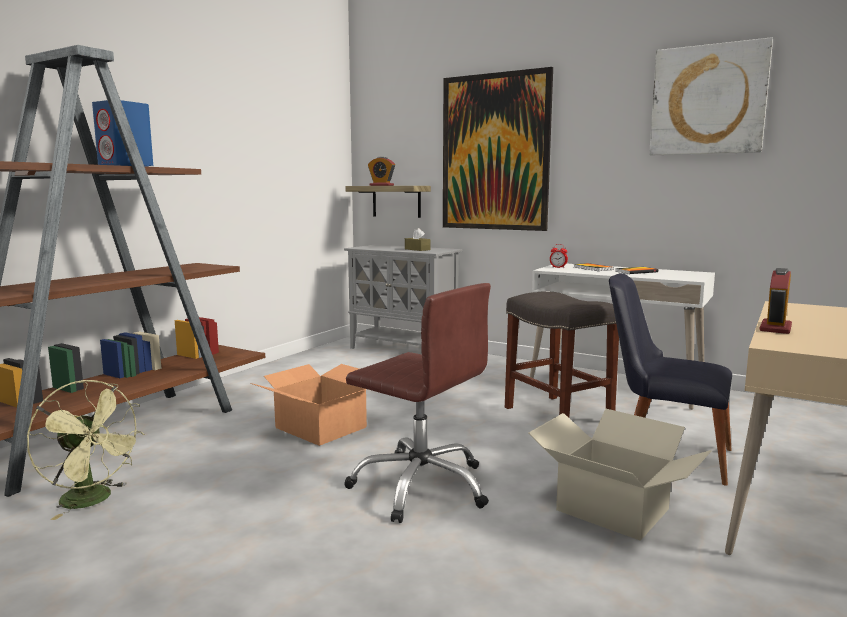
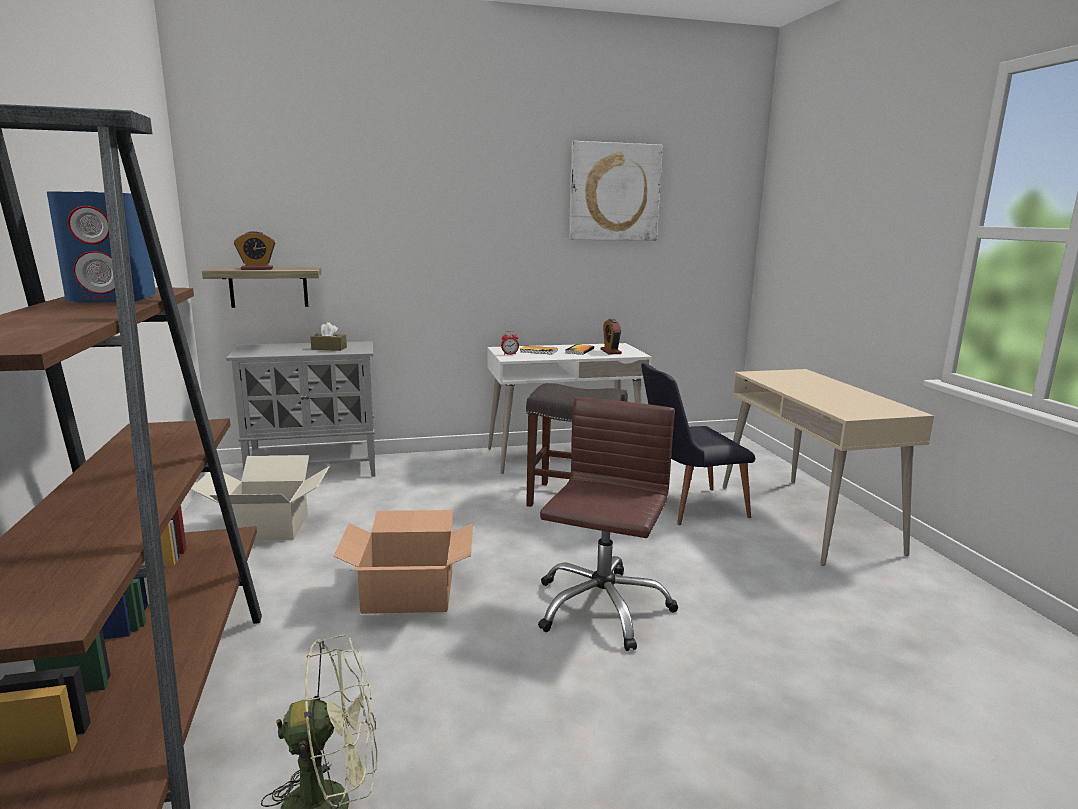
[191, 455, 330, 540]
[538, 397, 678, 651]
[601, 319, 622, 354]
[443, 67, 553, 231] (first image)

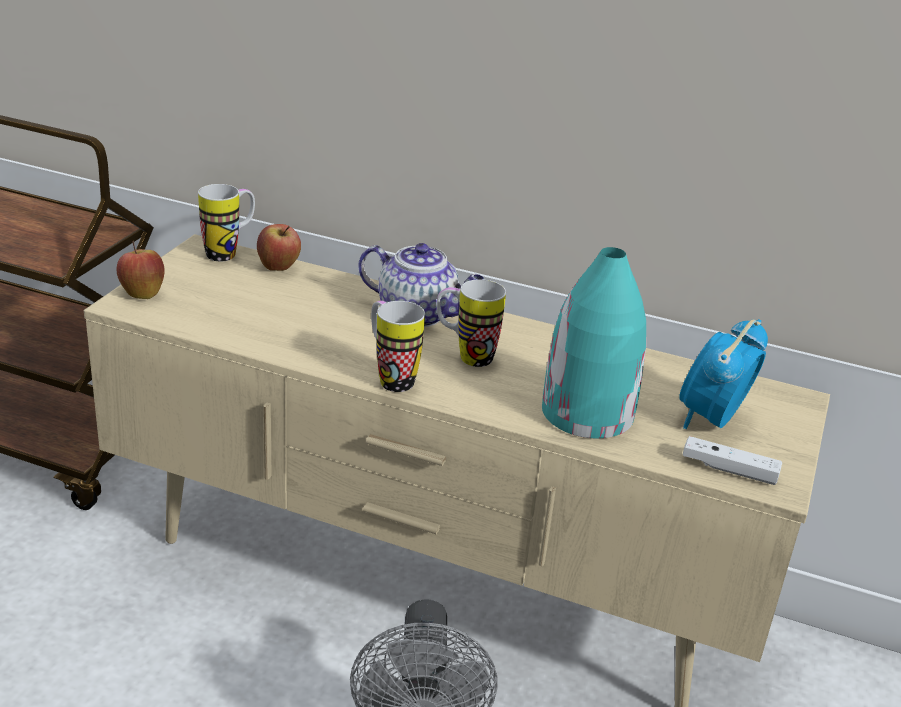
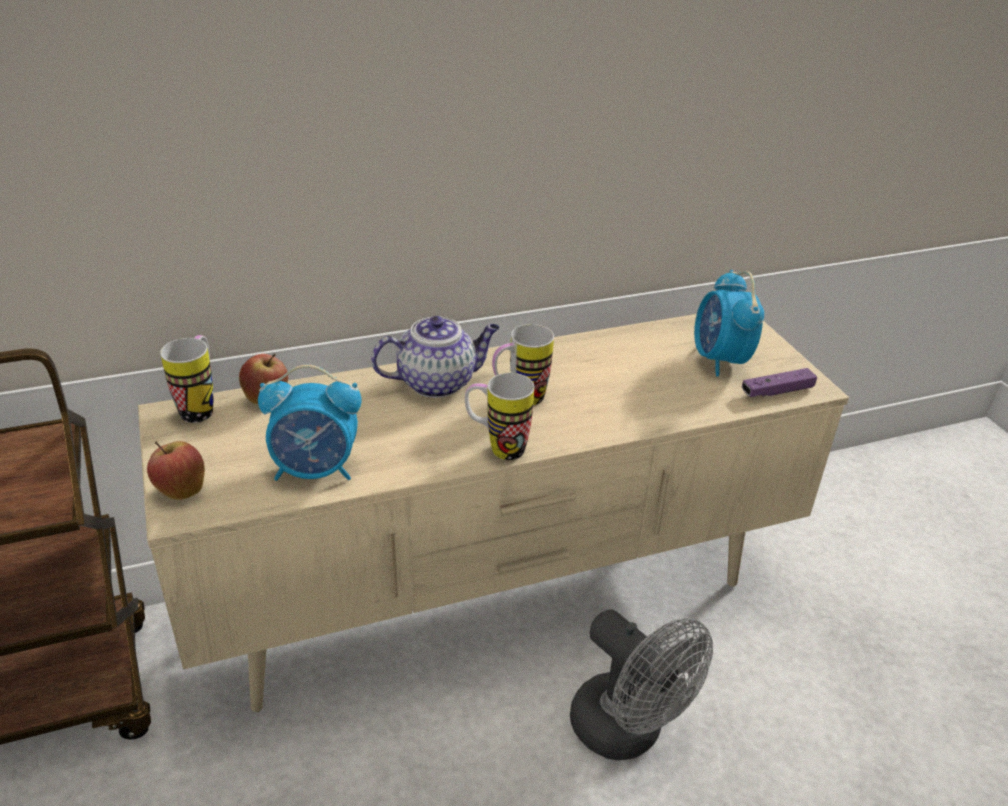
[258, 365, 361, 481]
[742, 368, 817, 397]
[542, 247, 646, 438] (first image)

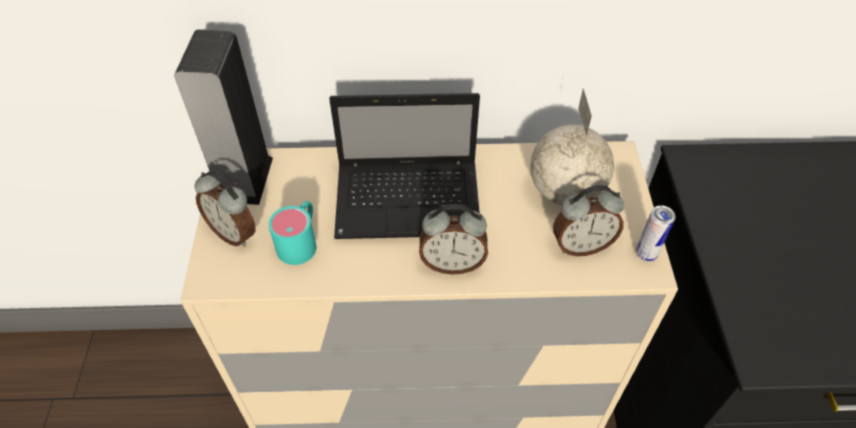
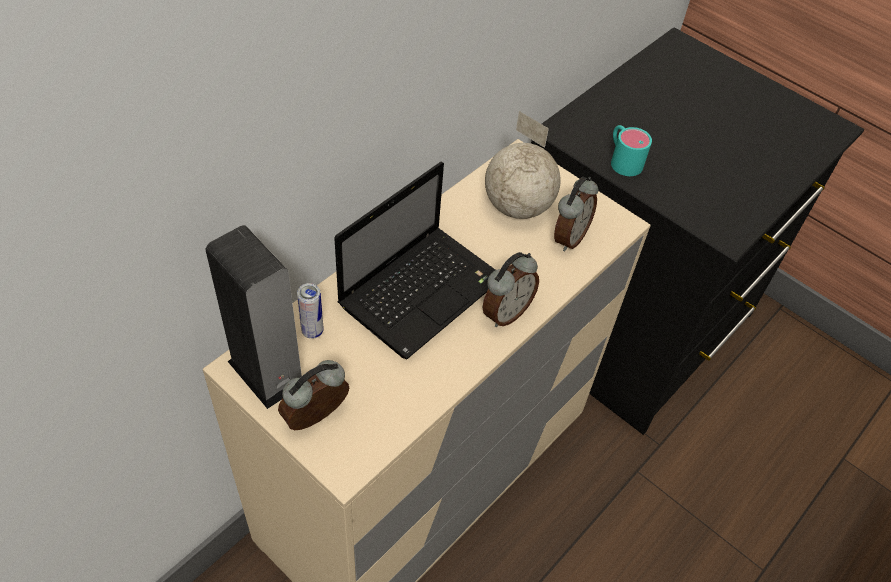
[278, 360, 349, 430]
[297, 283, 323, 339]
[611, 125, 652, 176]

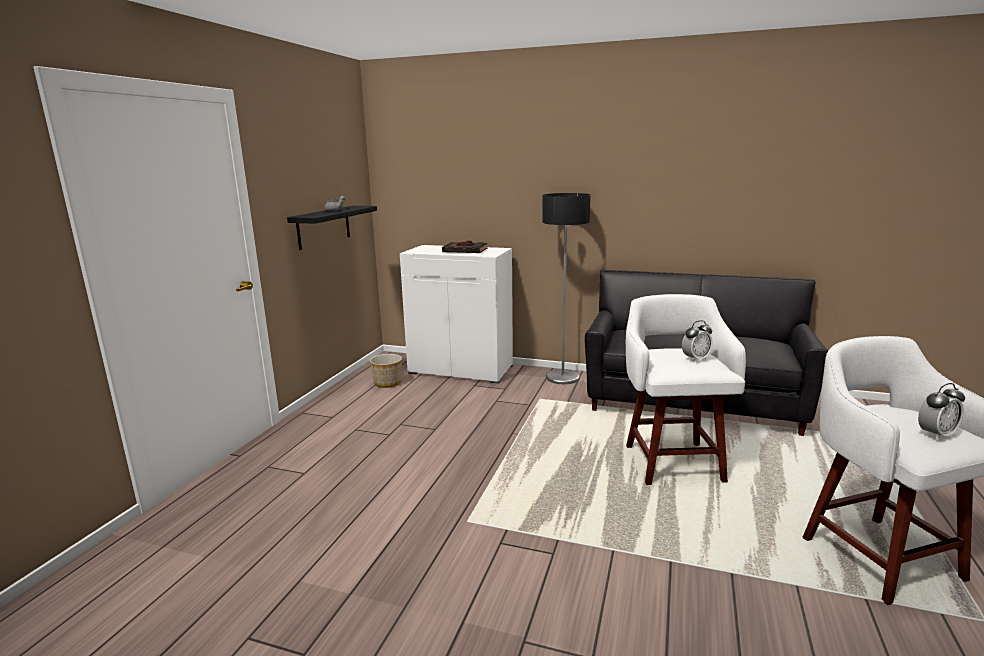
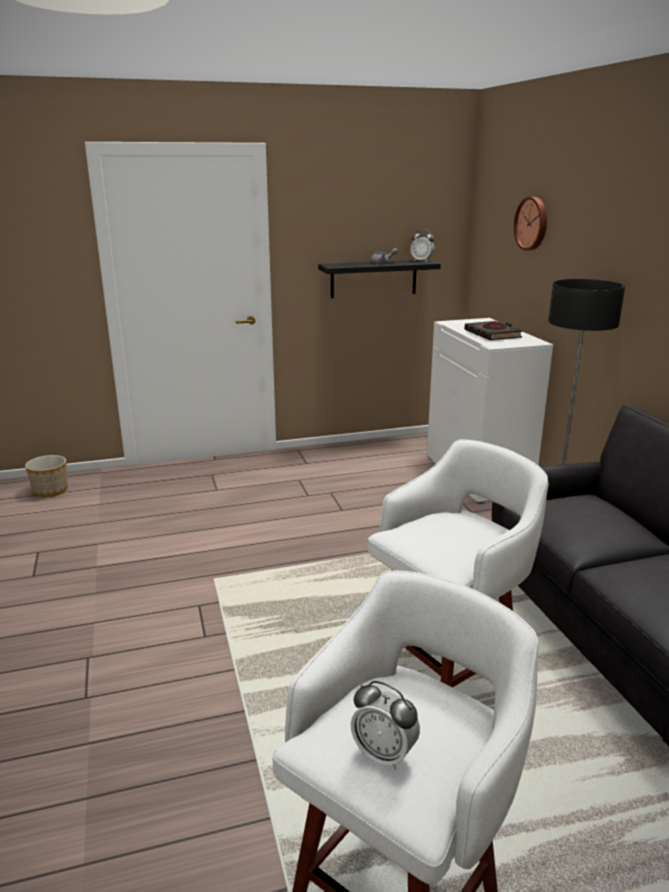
[25, 455, 68, 497]
[411, 229, 434, 262]
[514, 197, 547, 251]

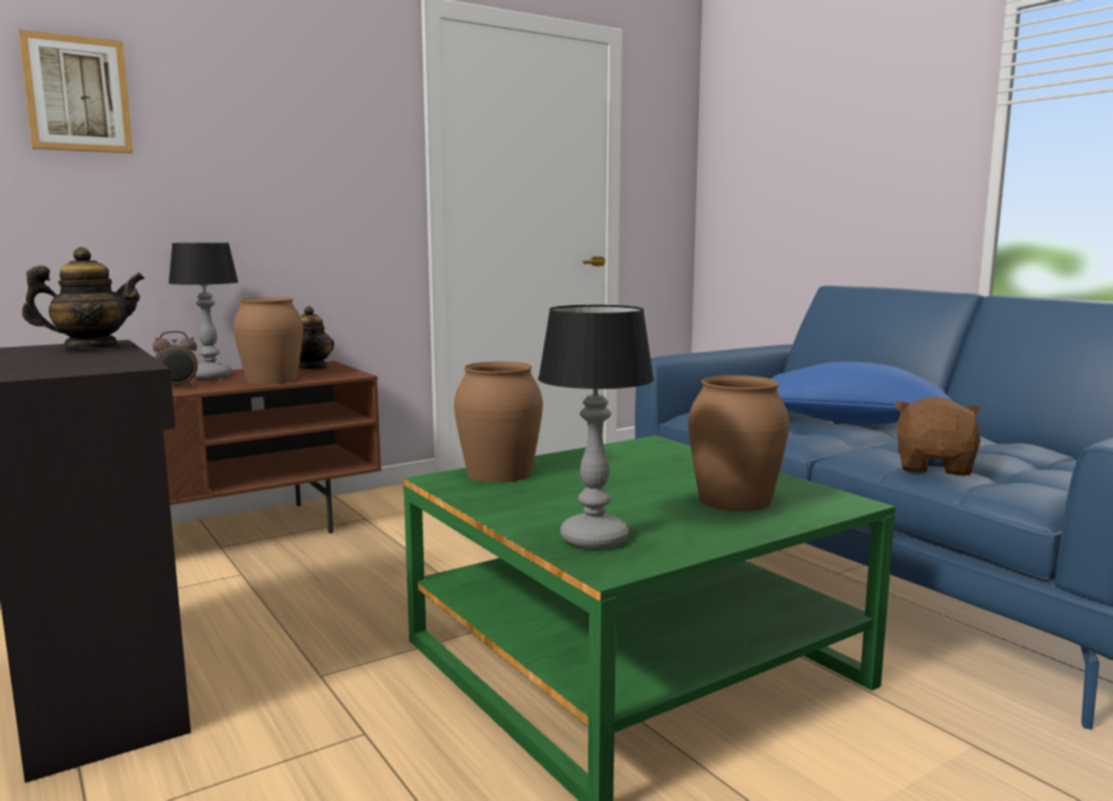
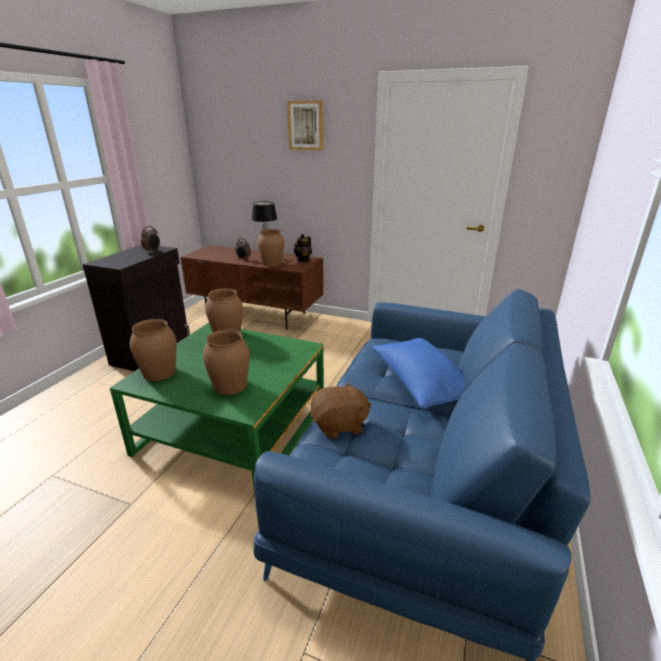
[130, 319, 176, 381]
[141, 226, 160, 253]
[287, 100, 323, 150]

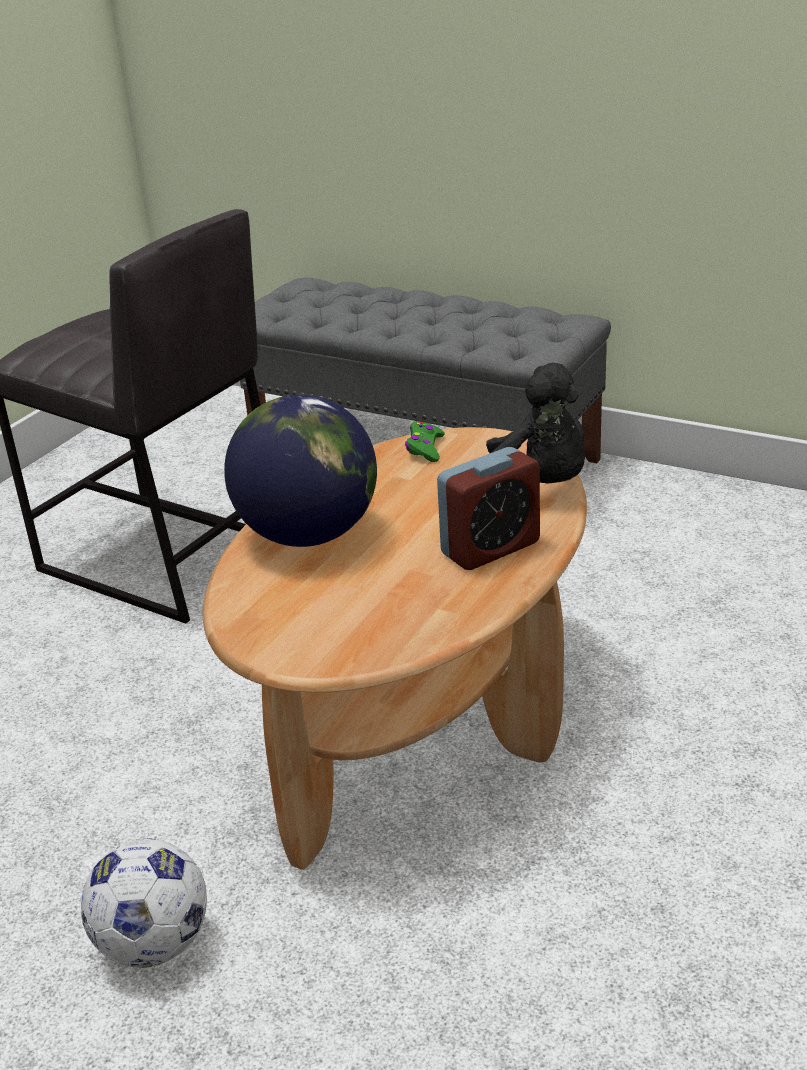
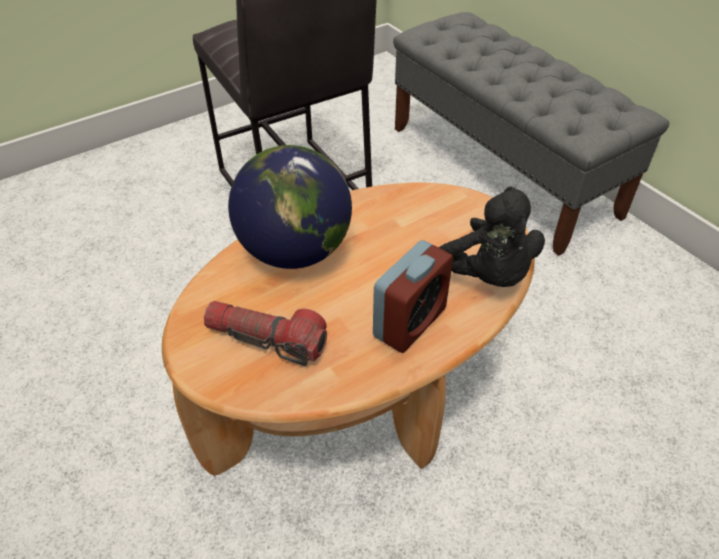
[204, 301, 327, 366]
[373, 240, 453, 353]
[81, 839, 207, 968] (first image)
[405, 421, 445, 462] (first image)

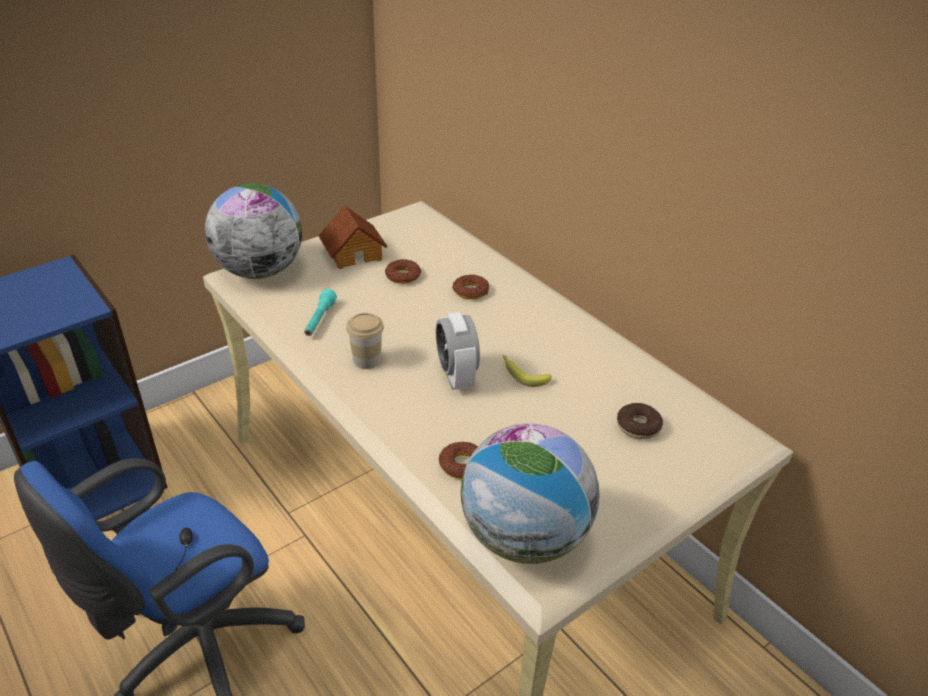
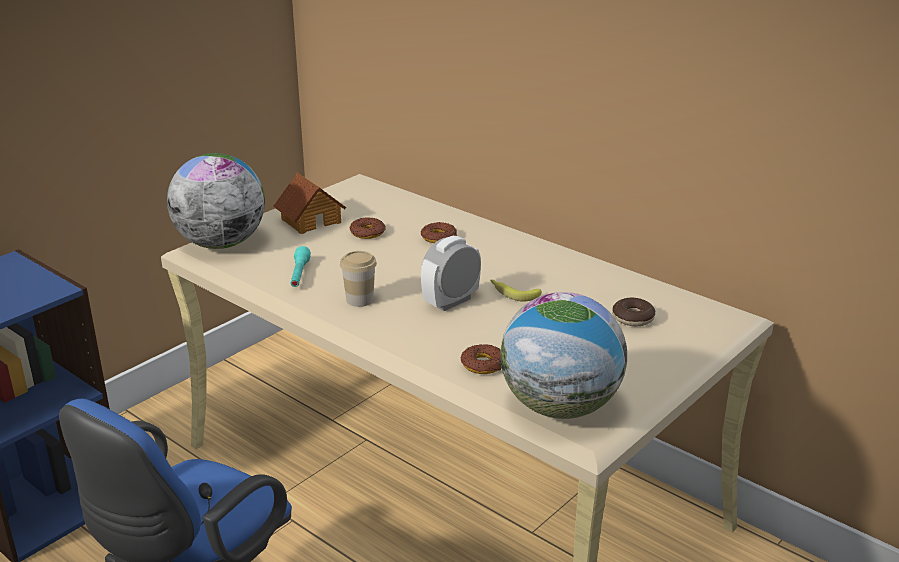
[421, 236, 481, 311]

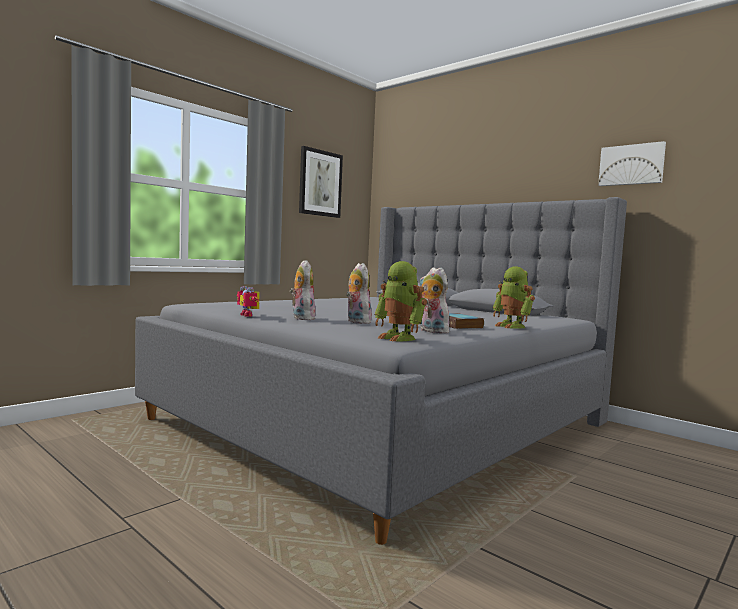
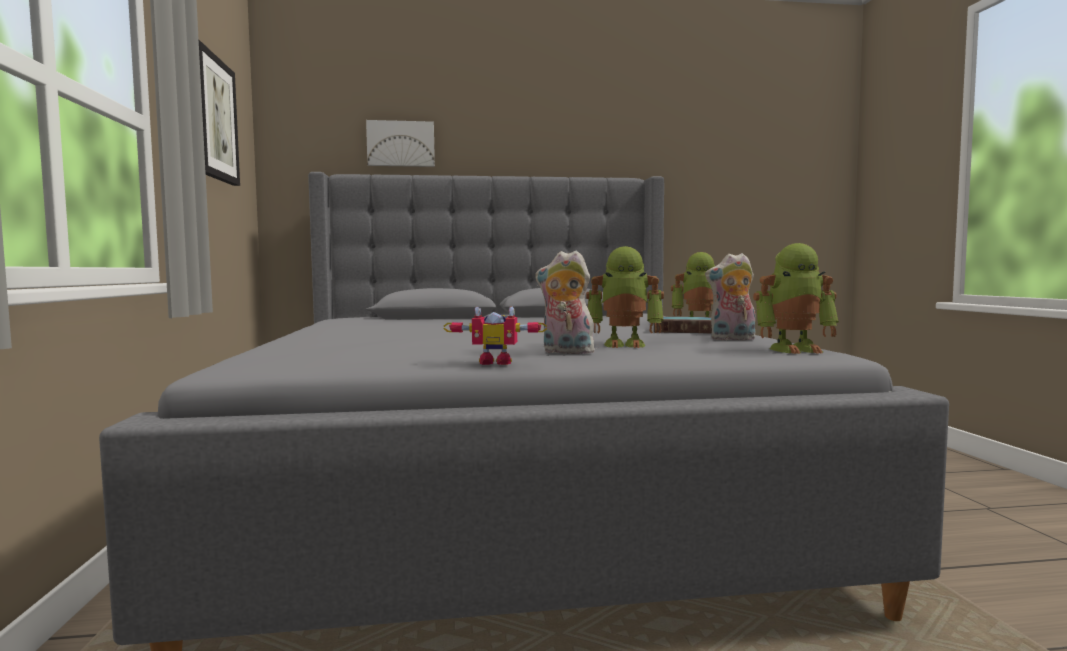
[366, 120, 435, 167]
[586, 246, 664, 348]

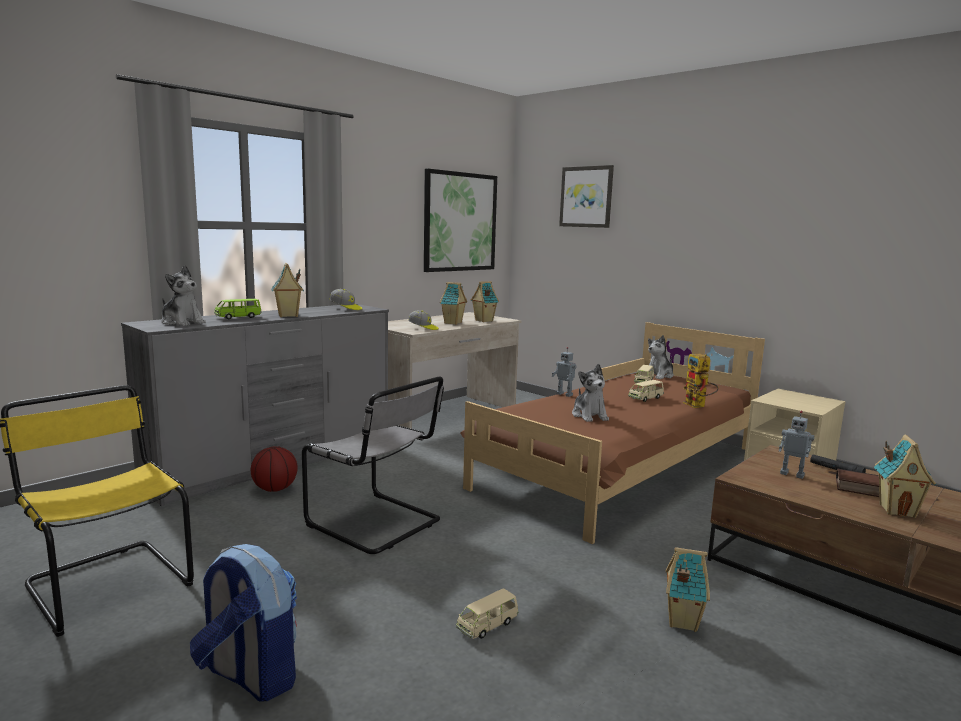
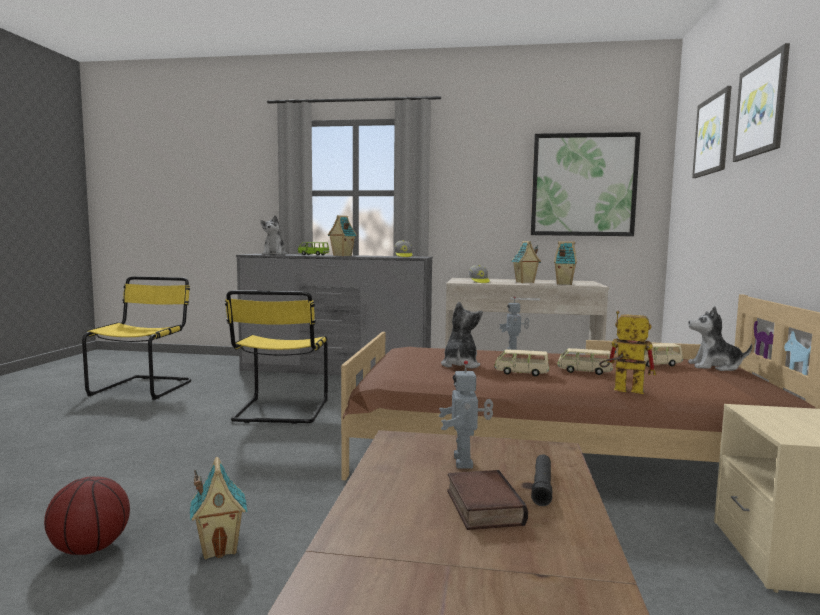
[44, 476, 130, 555]
[225, 290, 328, 424]
[441, 302, 483, 369]
[494, 350, 549, 376]
[599, 311, 656, 394]
[733, 43, 790, 162]
[190, 544, 297, 701] (first image)
[874, 434, 936, 518] (first image)

